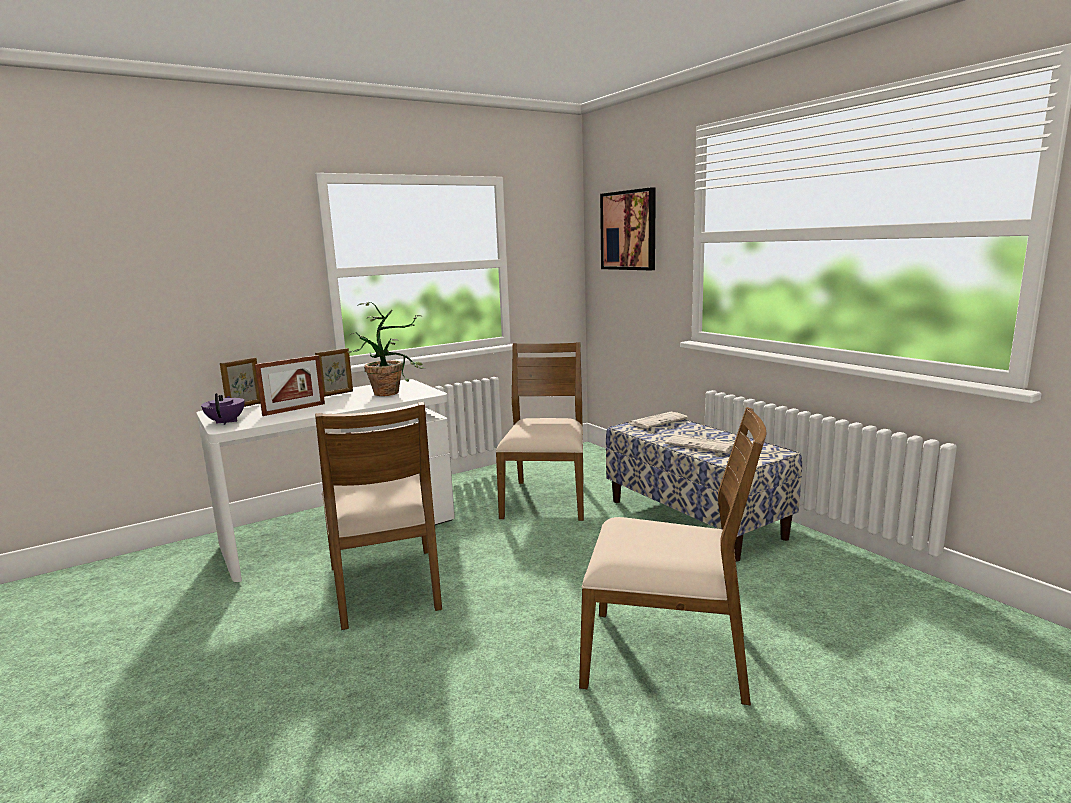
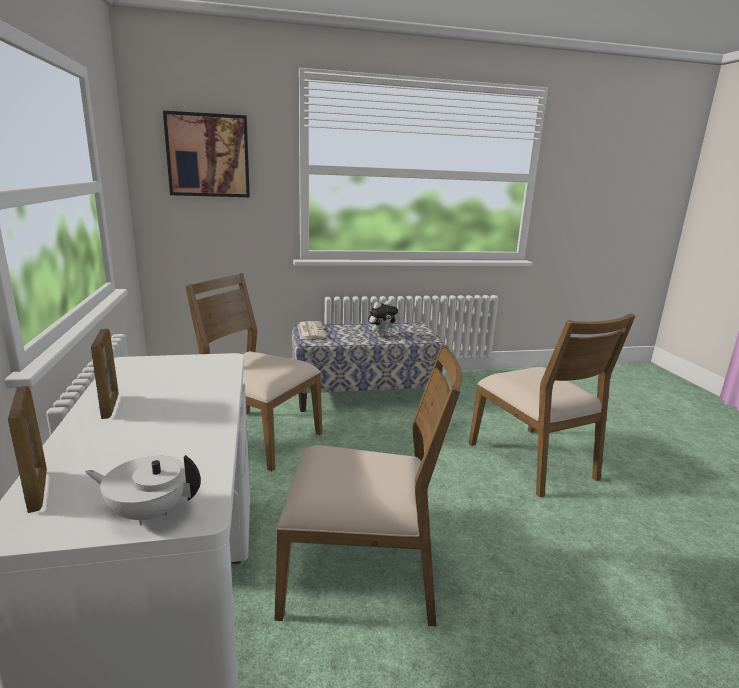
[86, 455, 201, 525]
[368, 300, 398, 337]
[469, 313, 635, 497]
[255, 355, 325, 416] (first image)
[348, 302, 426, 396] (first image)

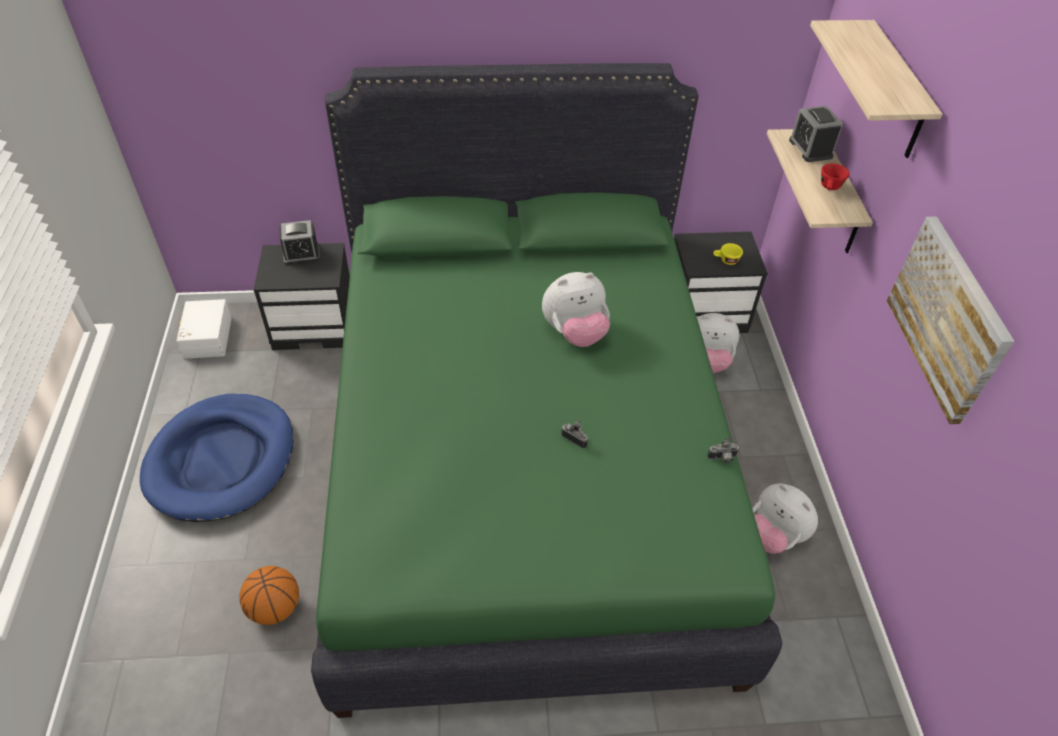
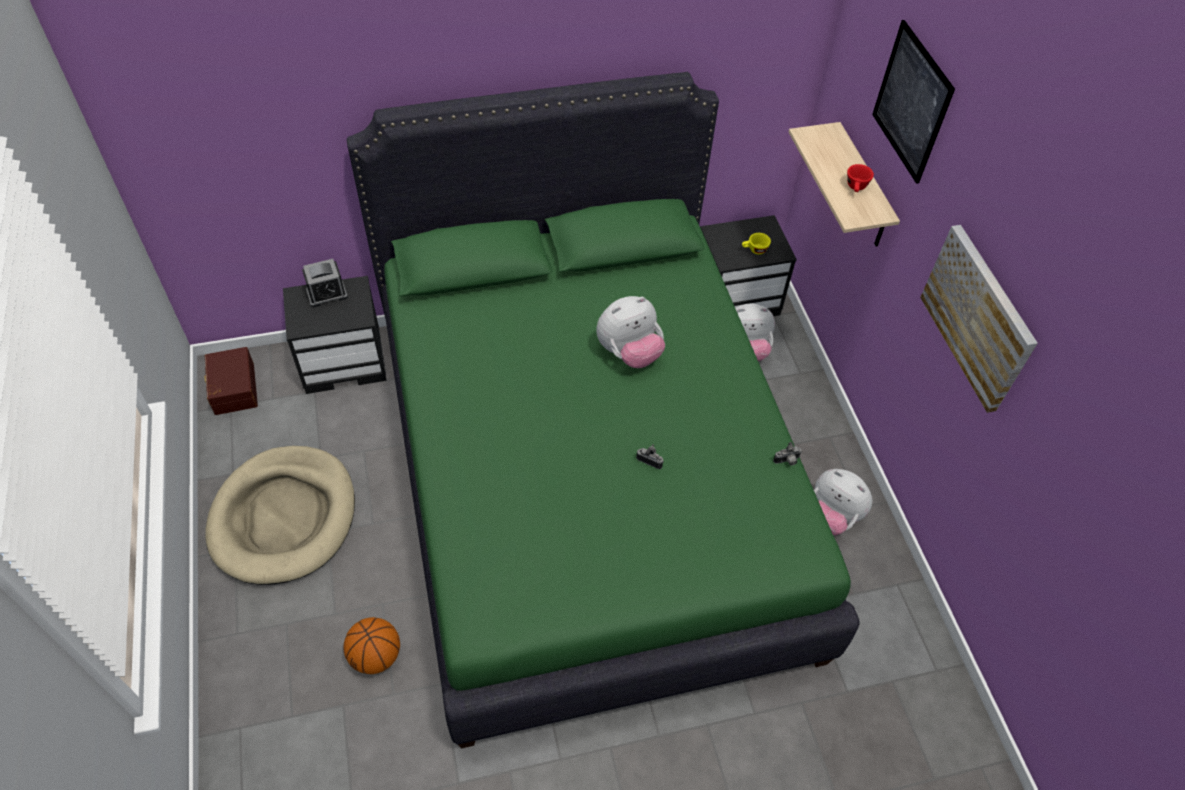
[204, 347, 258, 415]
[206, 446, 355, 585]
[872, 20, 955, 184]
[789, 105, 843, 162] (first image)

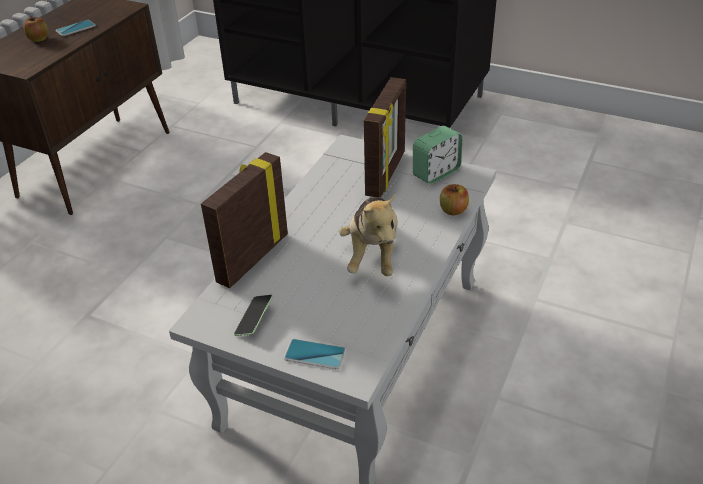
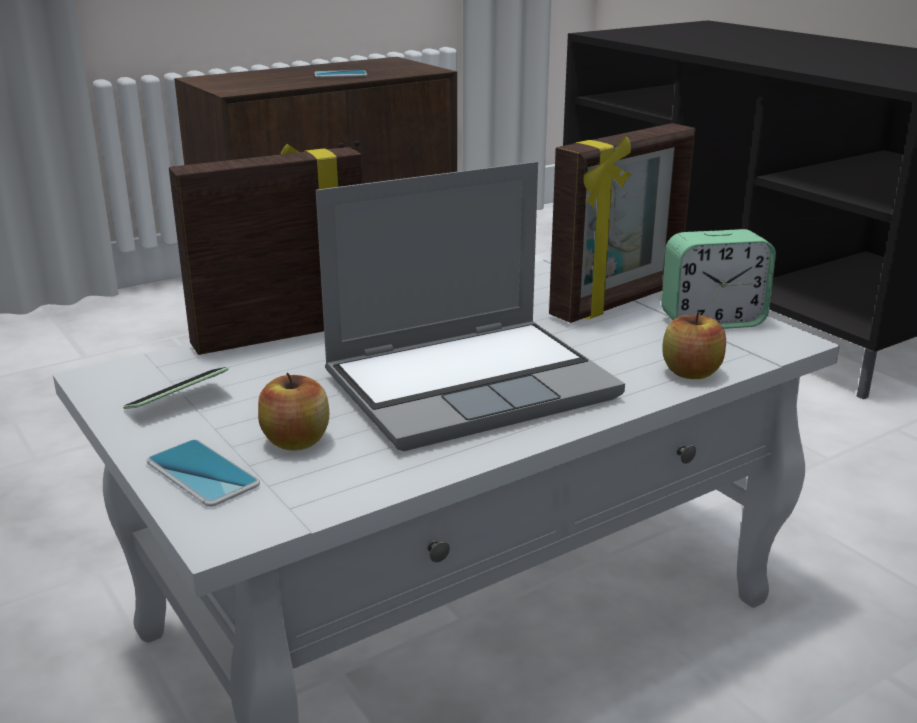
[258, 372, 329, 451]
[316, 162, 625, 451]

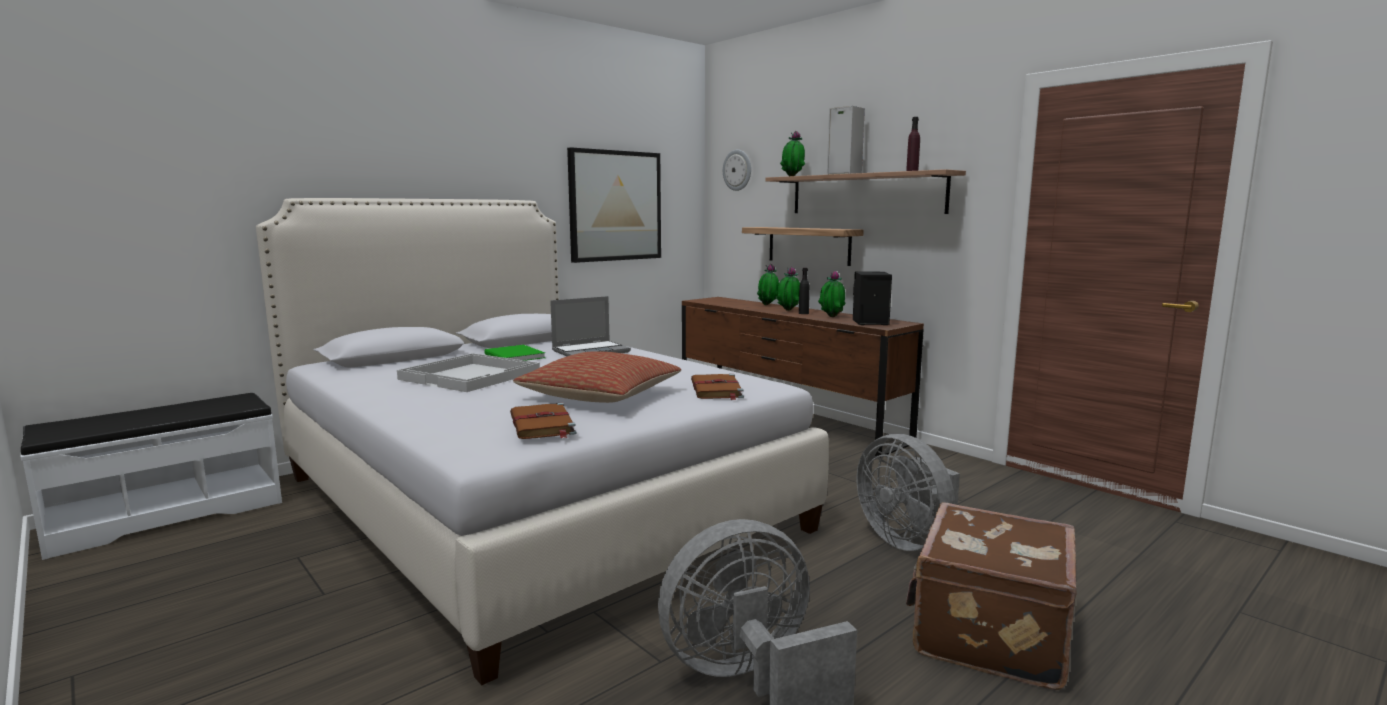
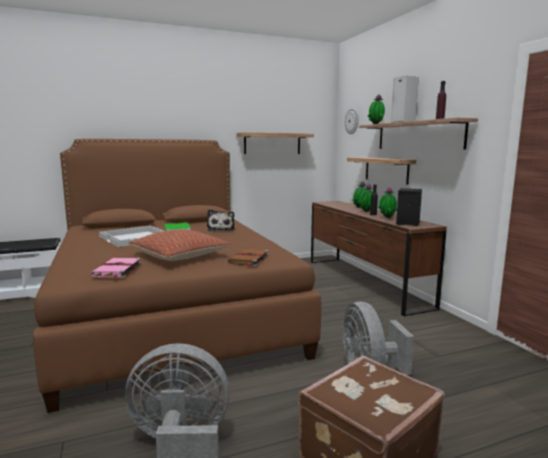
[33, 139, 321, 413]
[90, 258, 141, 279]
[207, 209, 235, 231]
[237, 132, 314, 154]

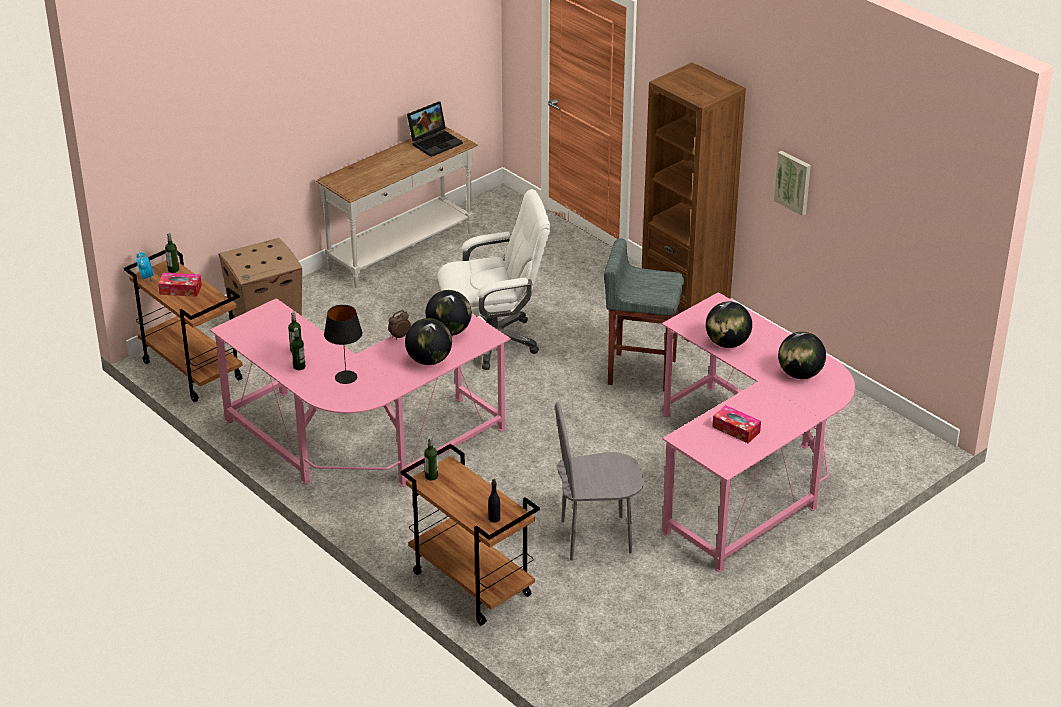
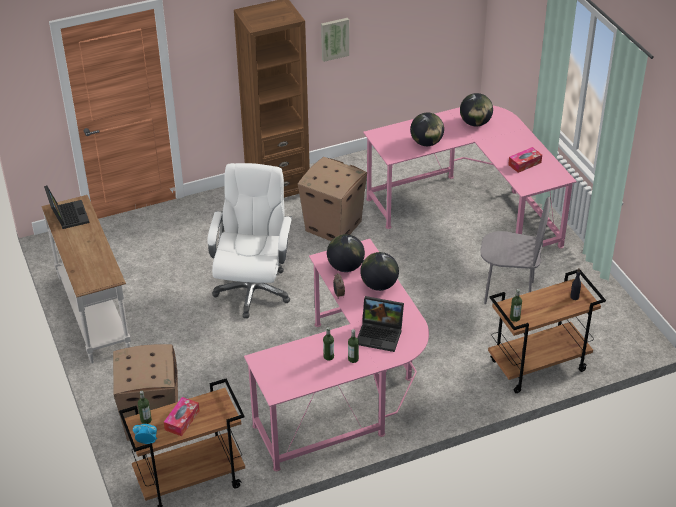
[298, 157, 367, 241]
[357, 296, 404, 352]
[481, 197, 551, 304]

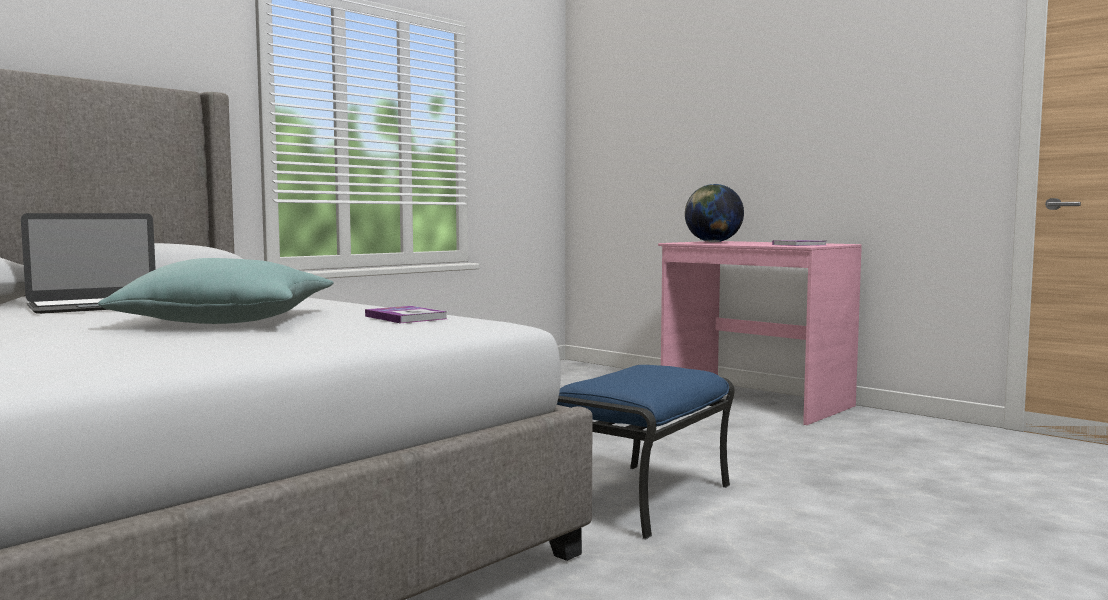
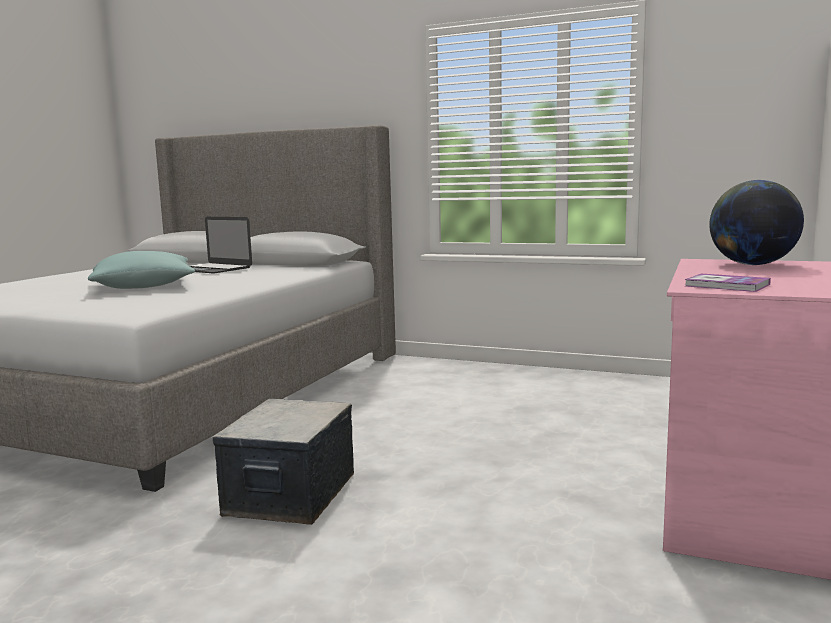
[213, 399, 354, 525]
[365, 306, 447, 323] (first image)

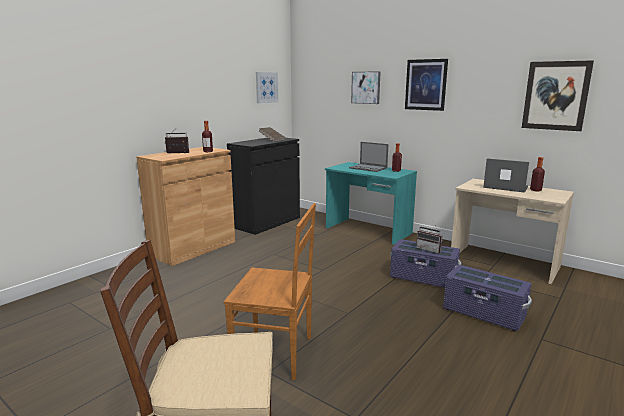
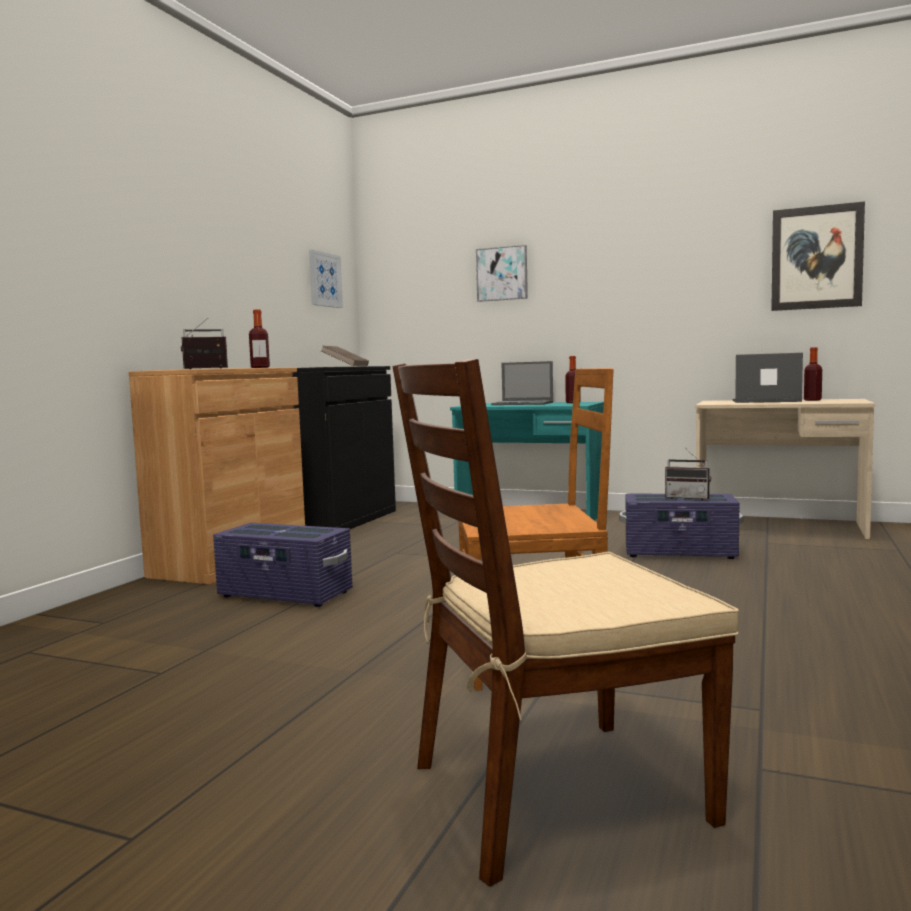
[213, 523, 353, 607]
[405, 59, 448, 111] (first image)

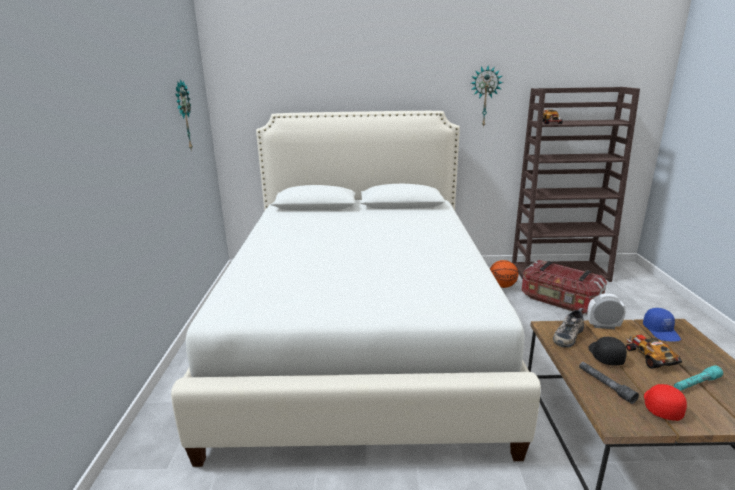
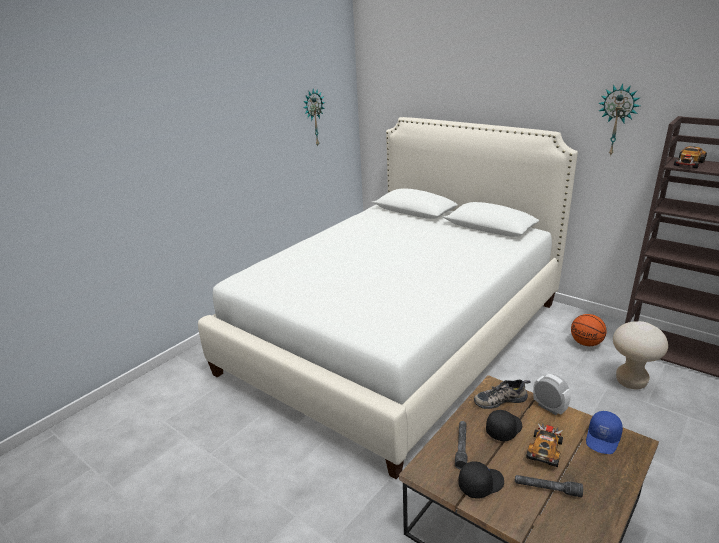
[458, 461, 504, 499]
[515, 475, 583, 497]
[613, 321, 668, 389]

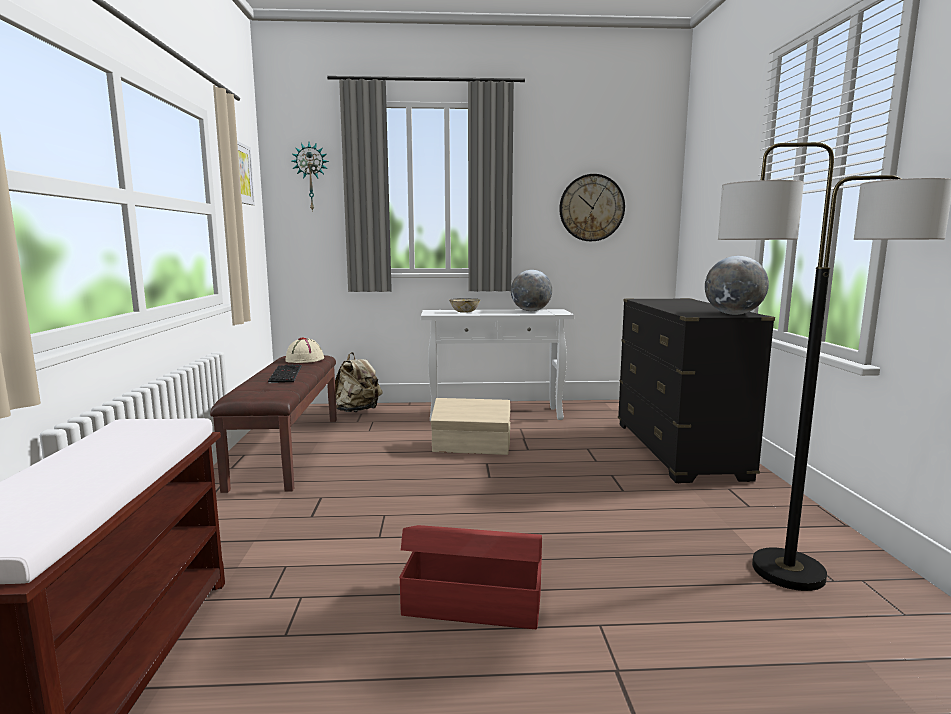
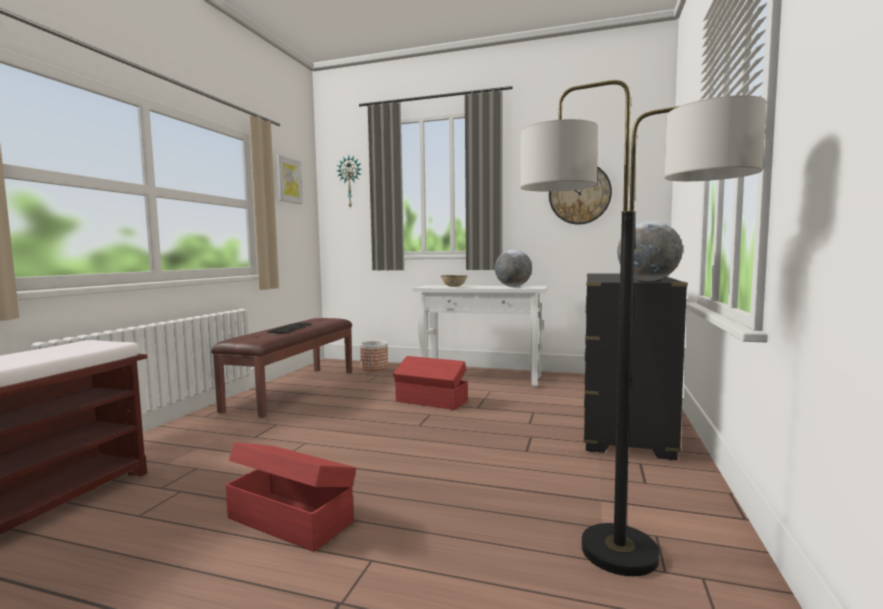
[360, 341, 388, 371]
[393, 356, 468, 410]
[285, 338, 324, 363] (first image)

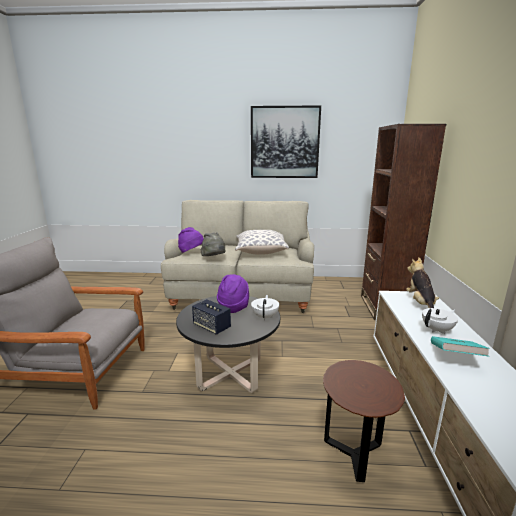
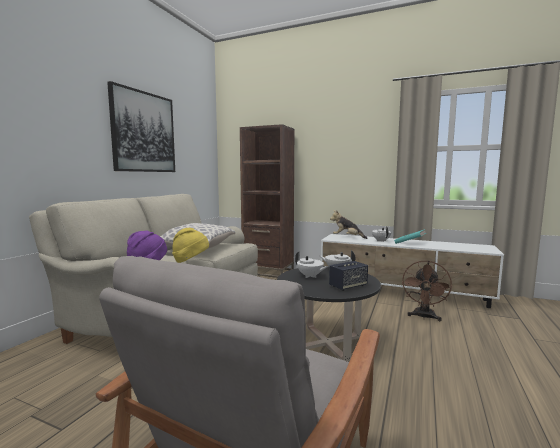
[172, 228, 209, 263]
[295, 252, 328, 278]
[402, 260, 452, 321]

